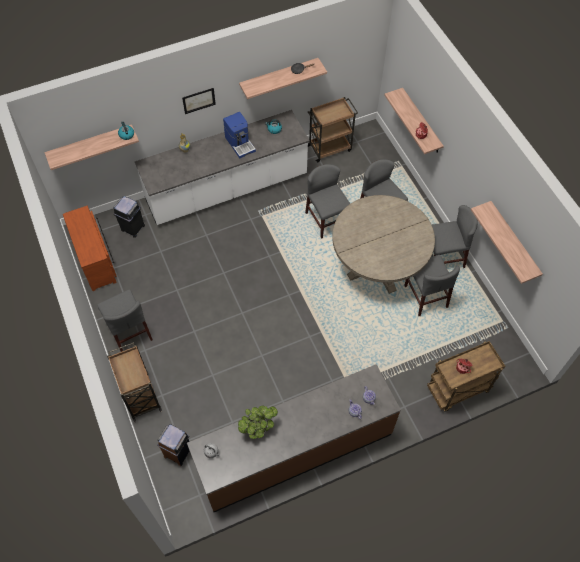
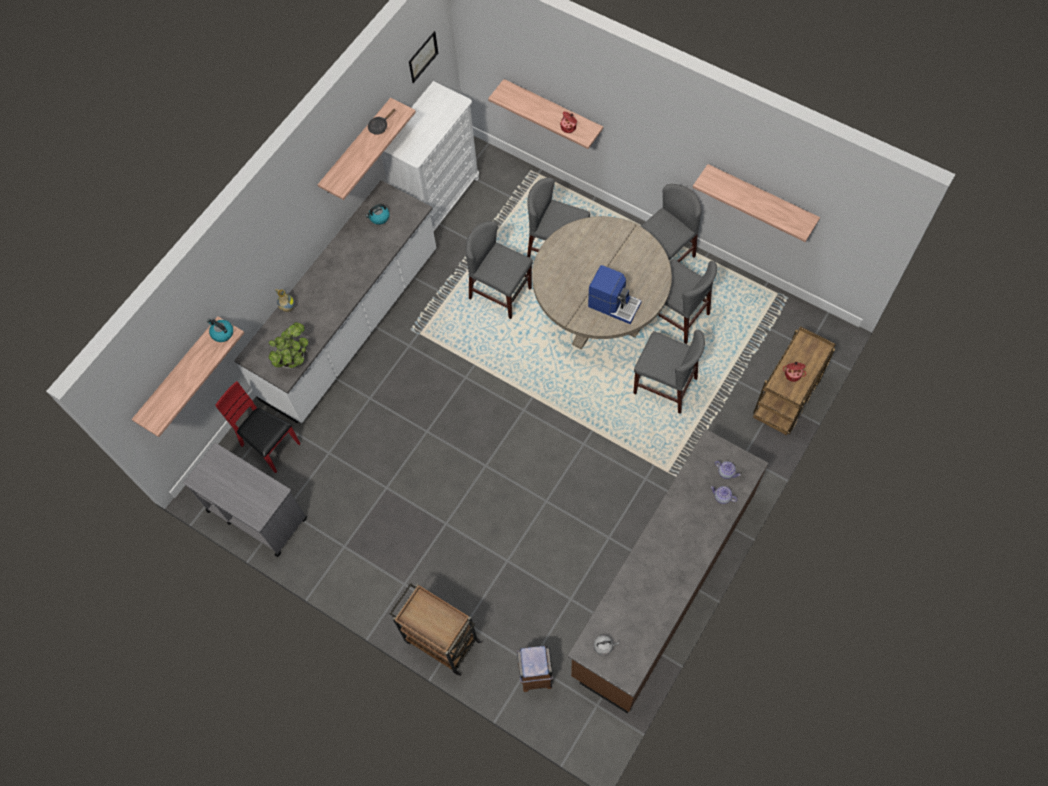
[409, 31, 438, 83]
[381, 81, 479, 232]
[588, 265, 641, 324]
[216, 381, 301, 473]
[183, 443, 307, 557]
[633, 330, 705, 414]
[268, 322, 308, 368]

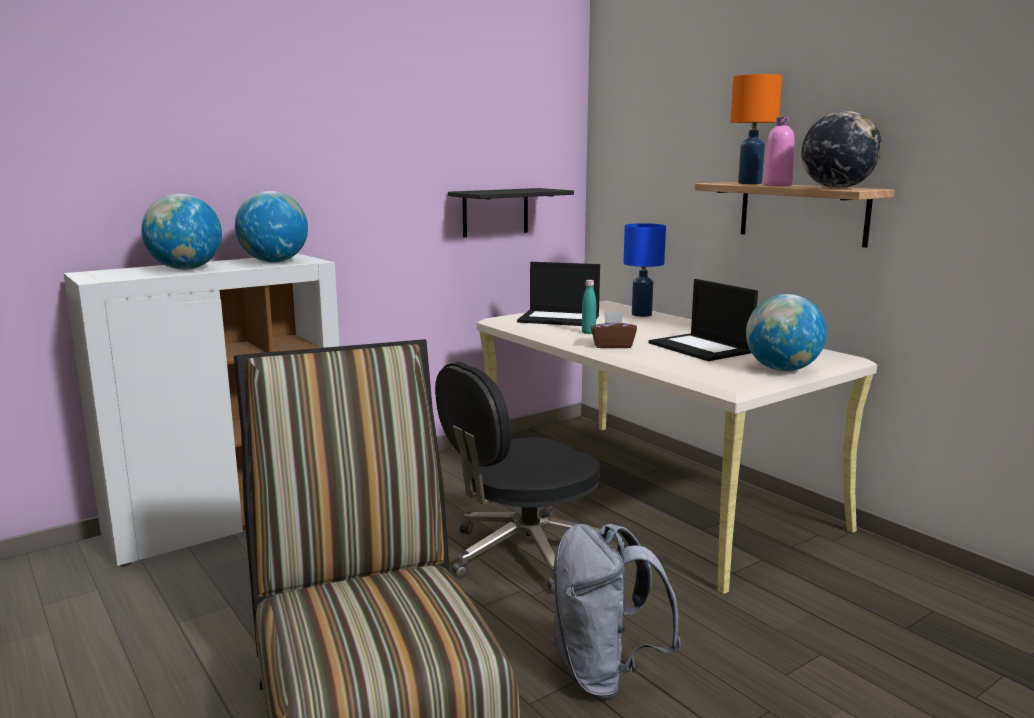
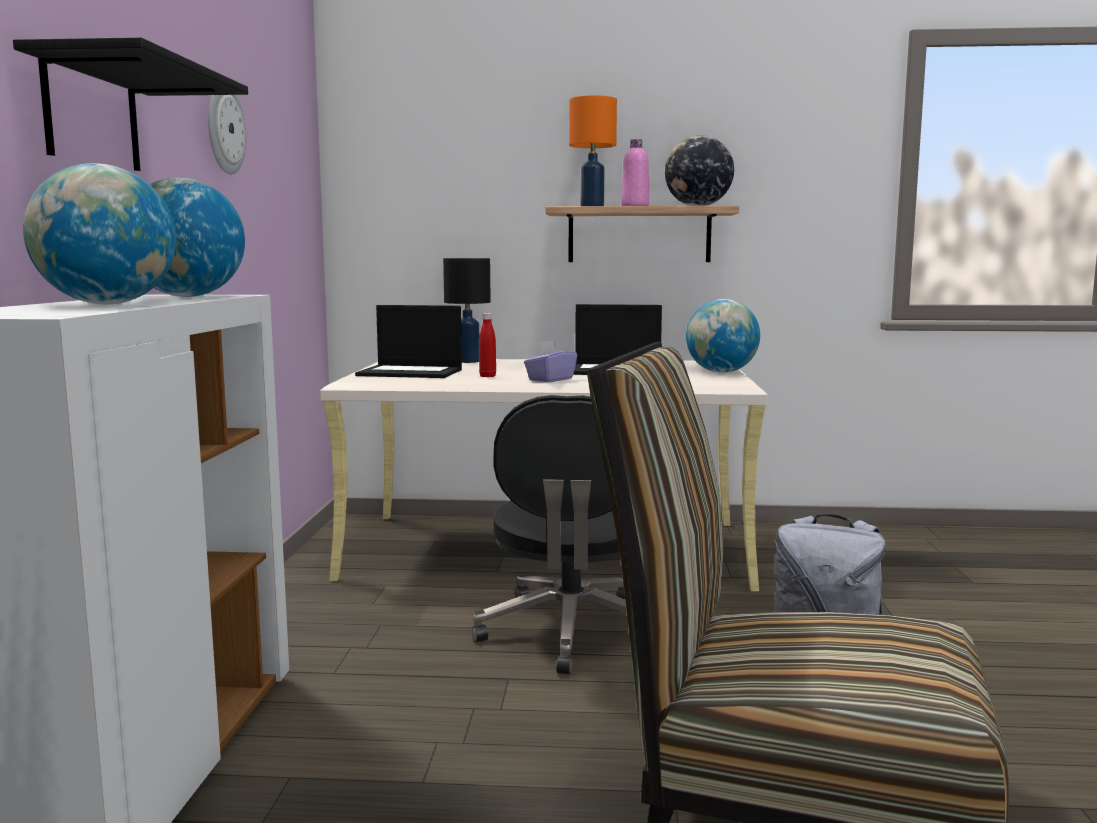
[13, 37, 248, 171]
[443, 258, 491, 363]
[355, 305, 462, 378]
[479, 313, 496, 377]
[524, 340, 577, 382]
[208, 95, 246, 174]

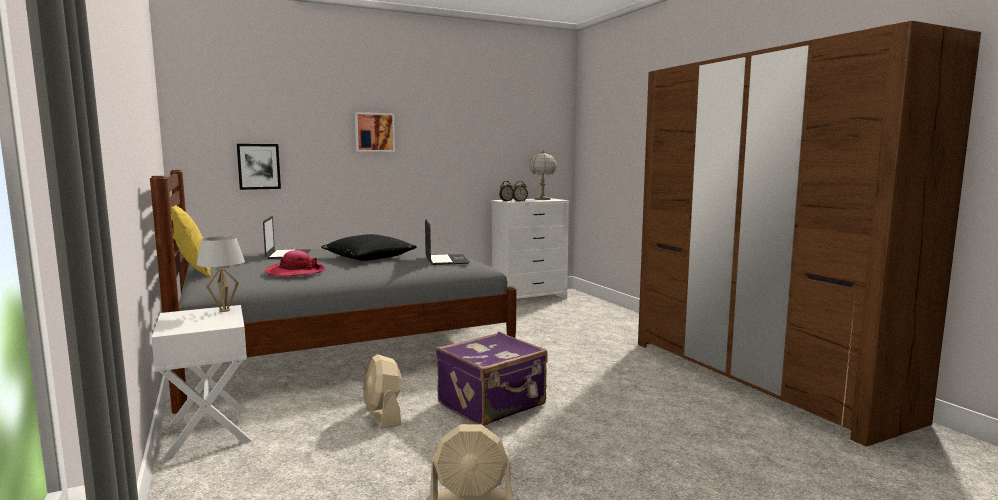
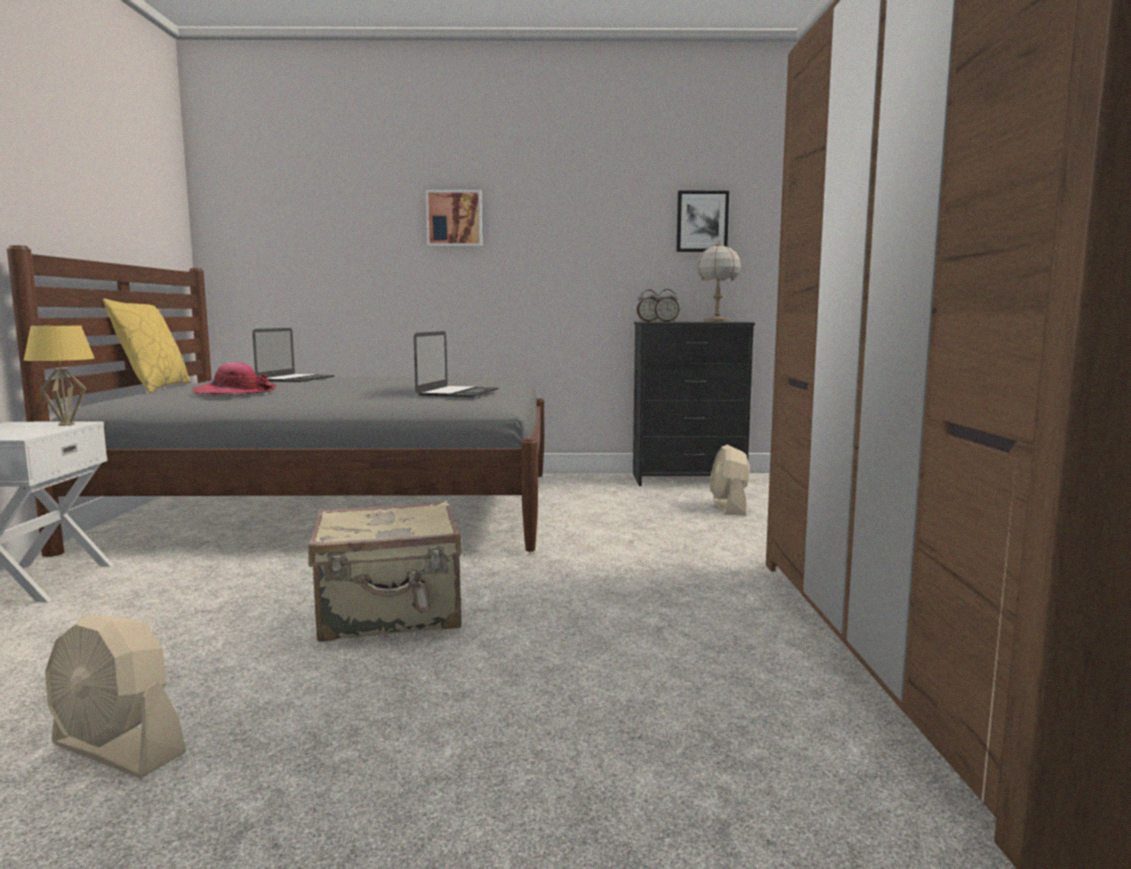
[677, 191, 729, 252]
[633, 322, 755, 486]
[321, 234, 417, 261] (first image)
[24, 325, 94, 426]
[308, 501, 461, 642]
[710, 445, 750, 515]

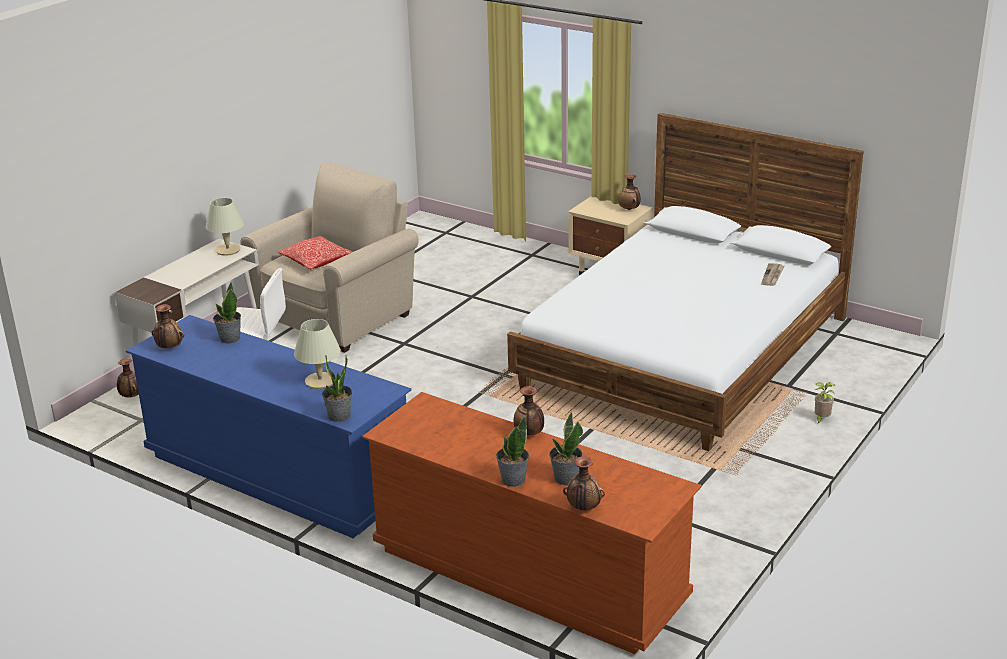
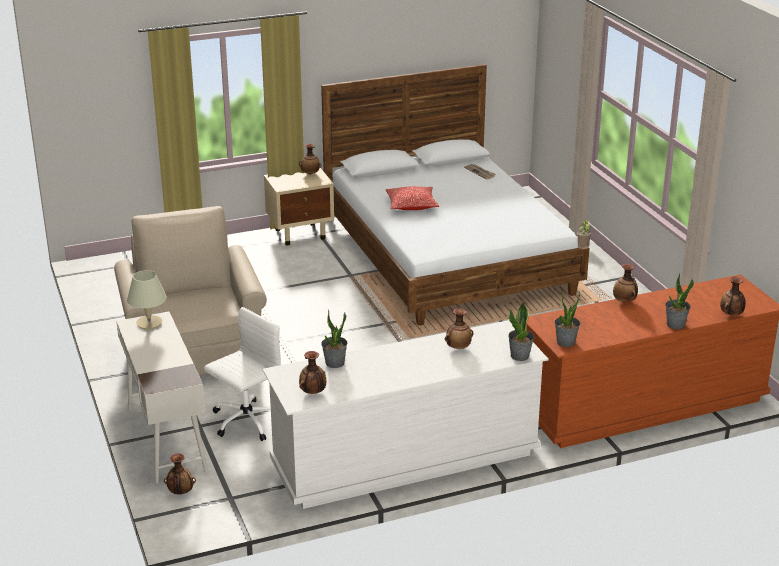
[386, 186, 439, 210]
[263, 320, 549, 509]
[445, 308, 473, 349]
[555, 291, 580, 347]

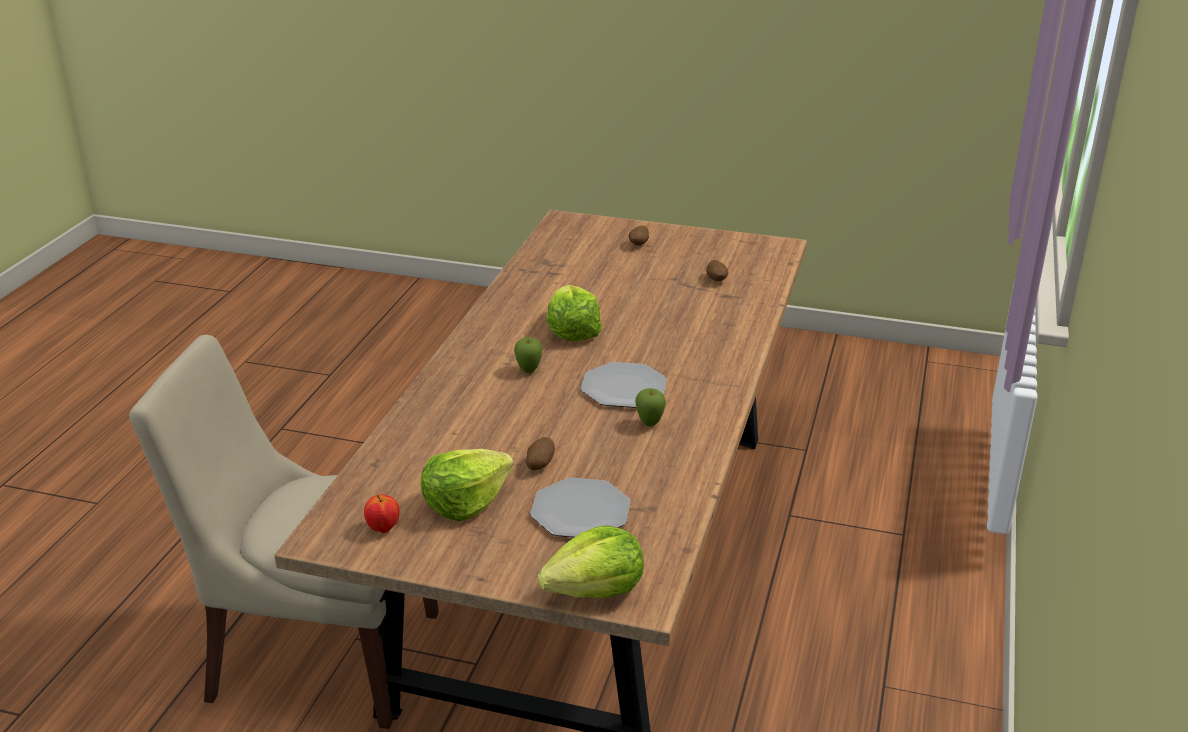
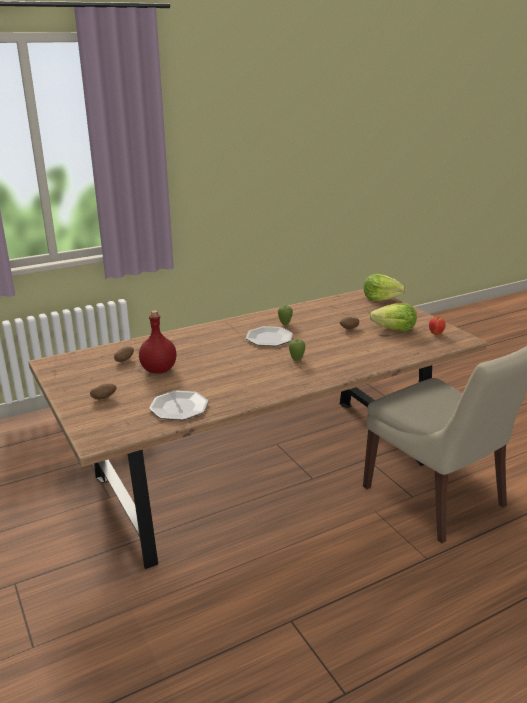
[546, 285, 602, 341] (first image)
[149, 390, 209, 420]
[139, 310, 176, 374]

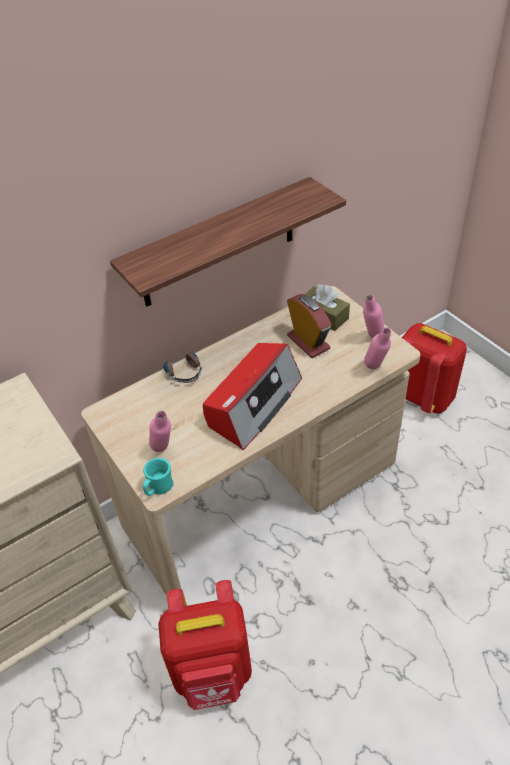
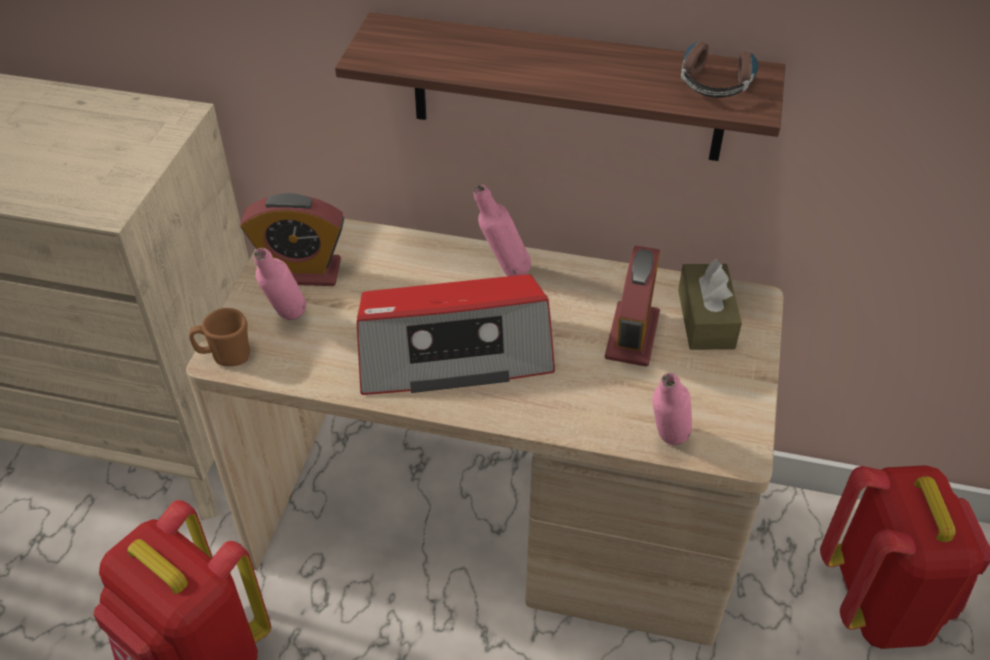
[474, 185, 531, 276]
[681, 41, 759, 98]
[189, 308, 250, 366]
[240, 193, 344, 286]

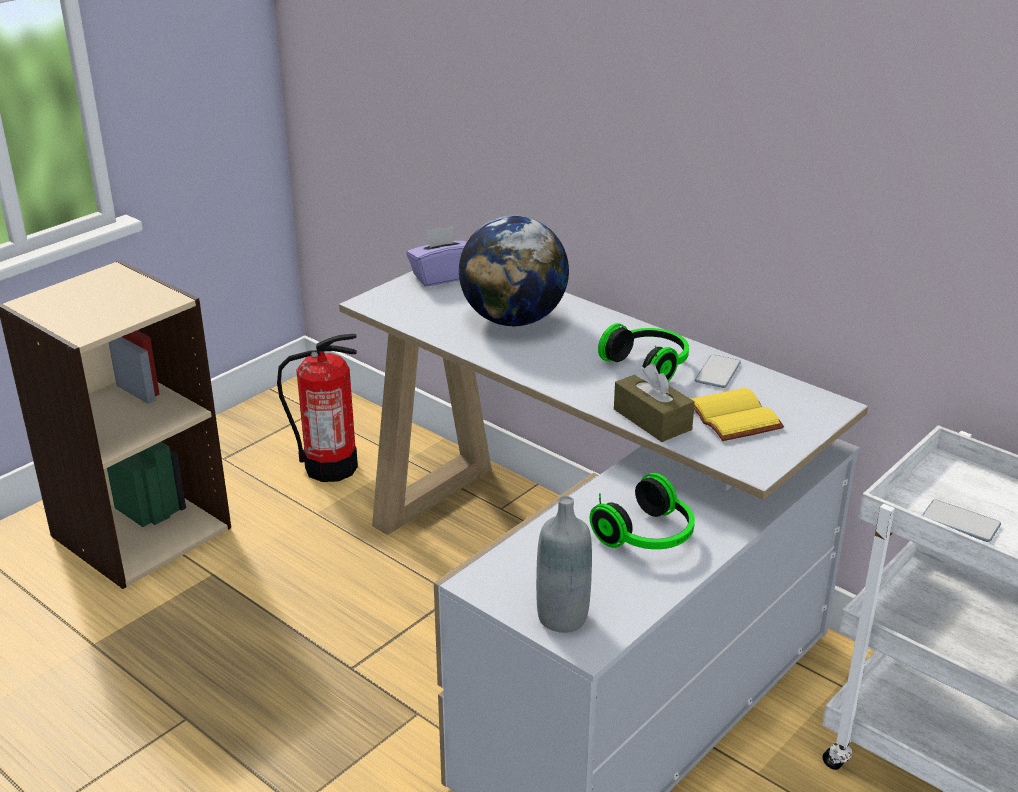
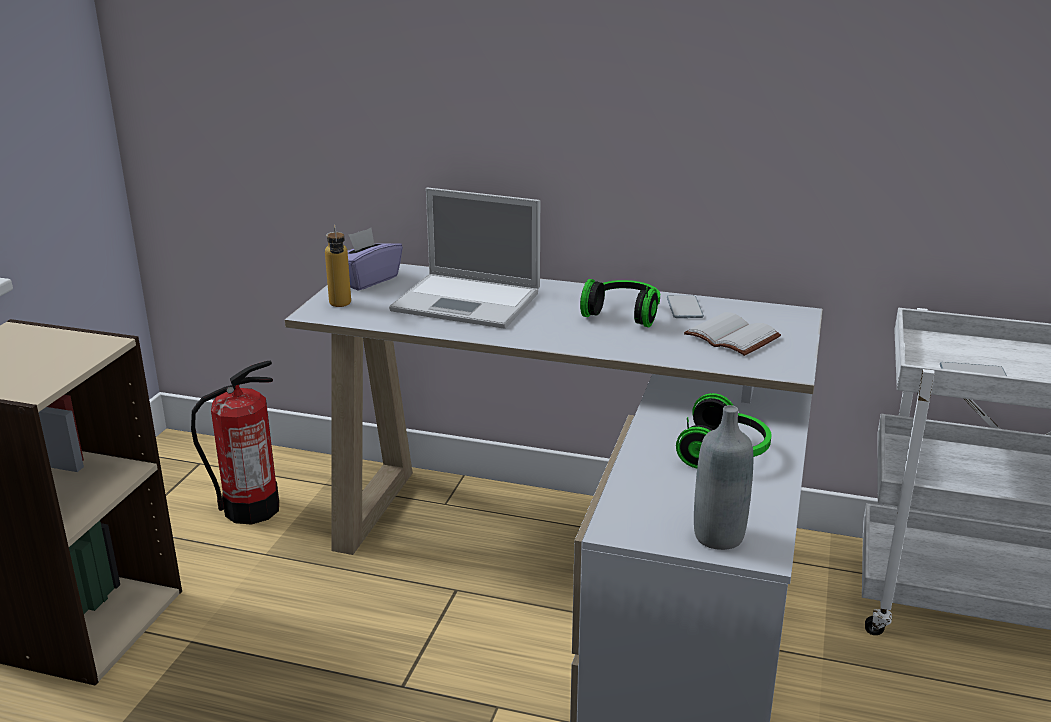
[389, 188, 540, 329]
[614, 363, 695, 442] (first image)
[684, 312, 781, 356]
[325, 225, 351, 307]

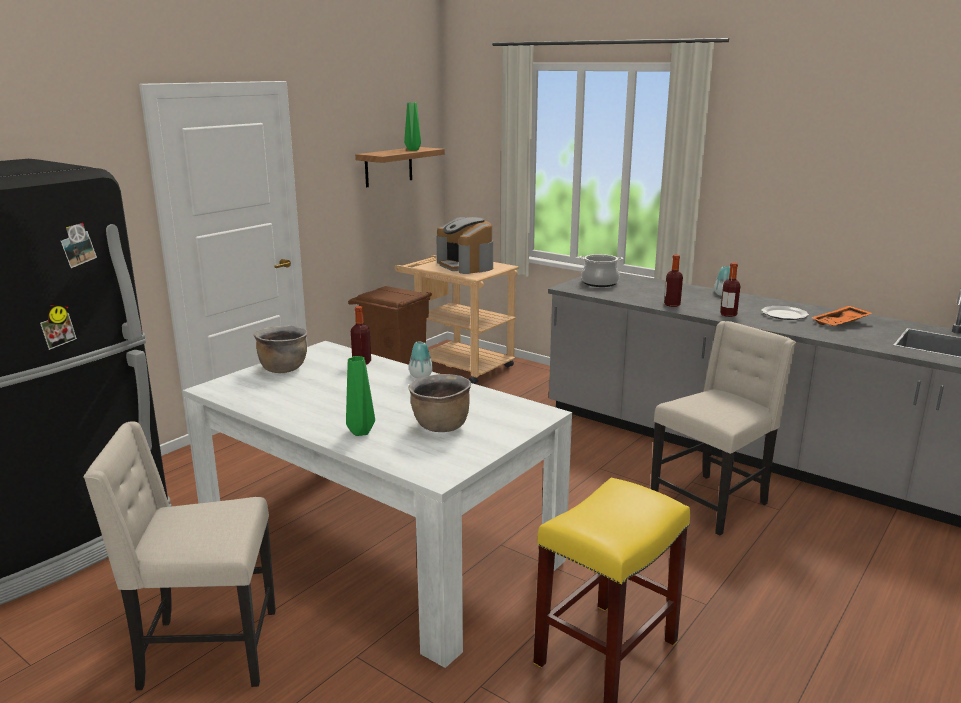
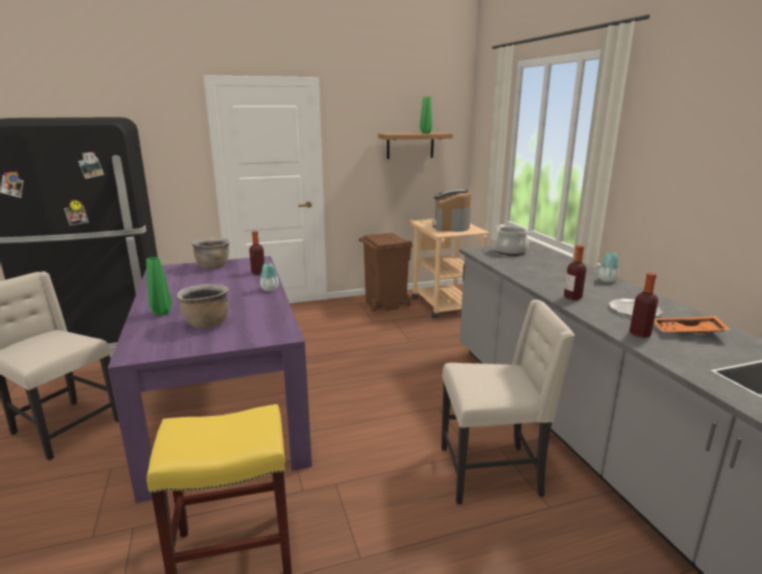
[629, 272, 658, 338]
[108, 256, 312, 503]

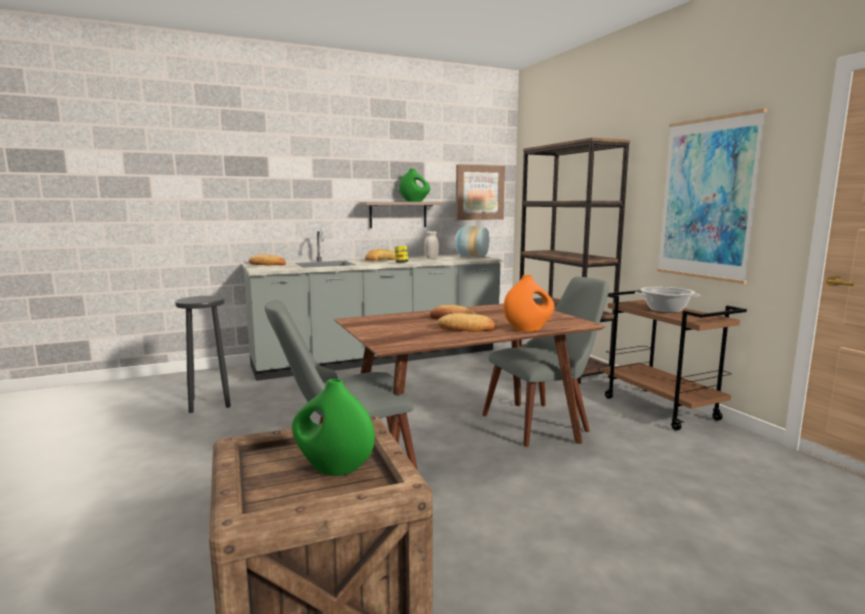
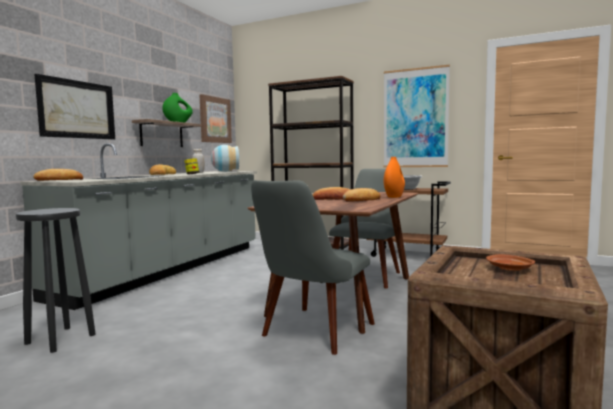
[486, 254, 535, 271]
[34, 74, 115, 139]

